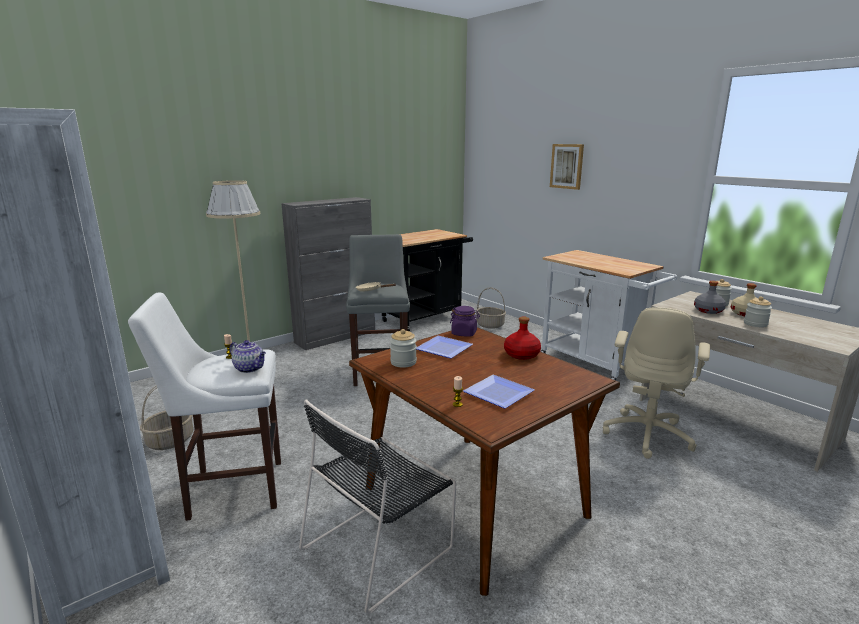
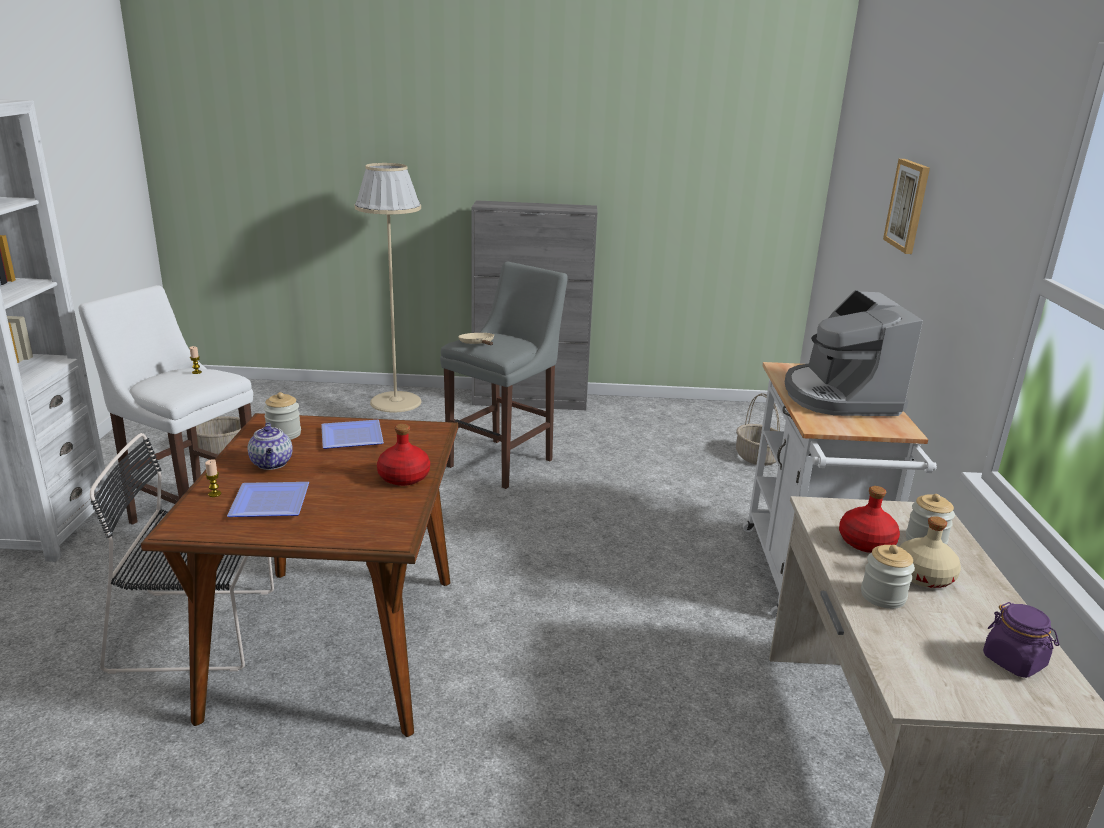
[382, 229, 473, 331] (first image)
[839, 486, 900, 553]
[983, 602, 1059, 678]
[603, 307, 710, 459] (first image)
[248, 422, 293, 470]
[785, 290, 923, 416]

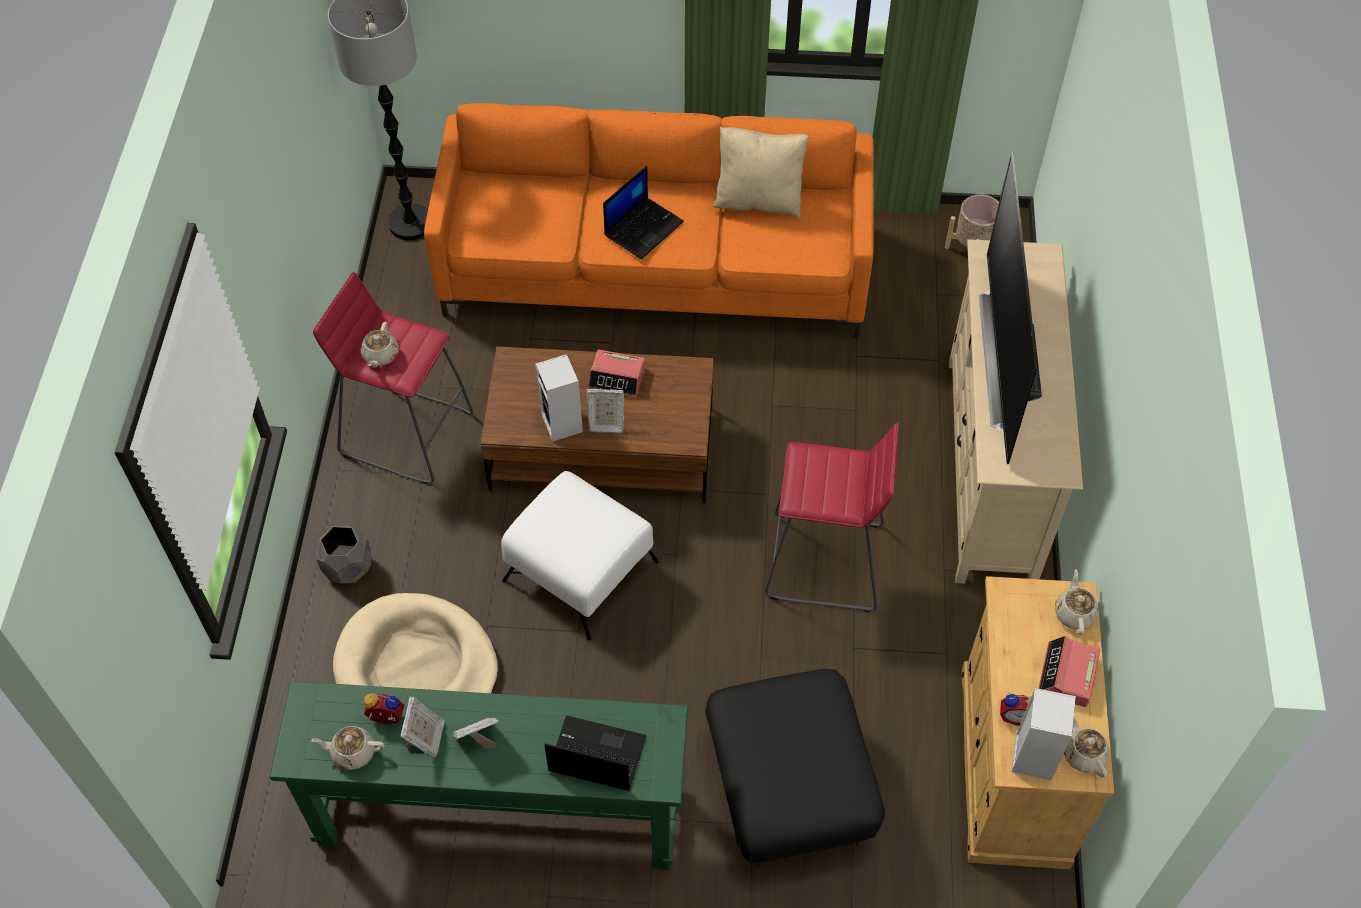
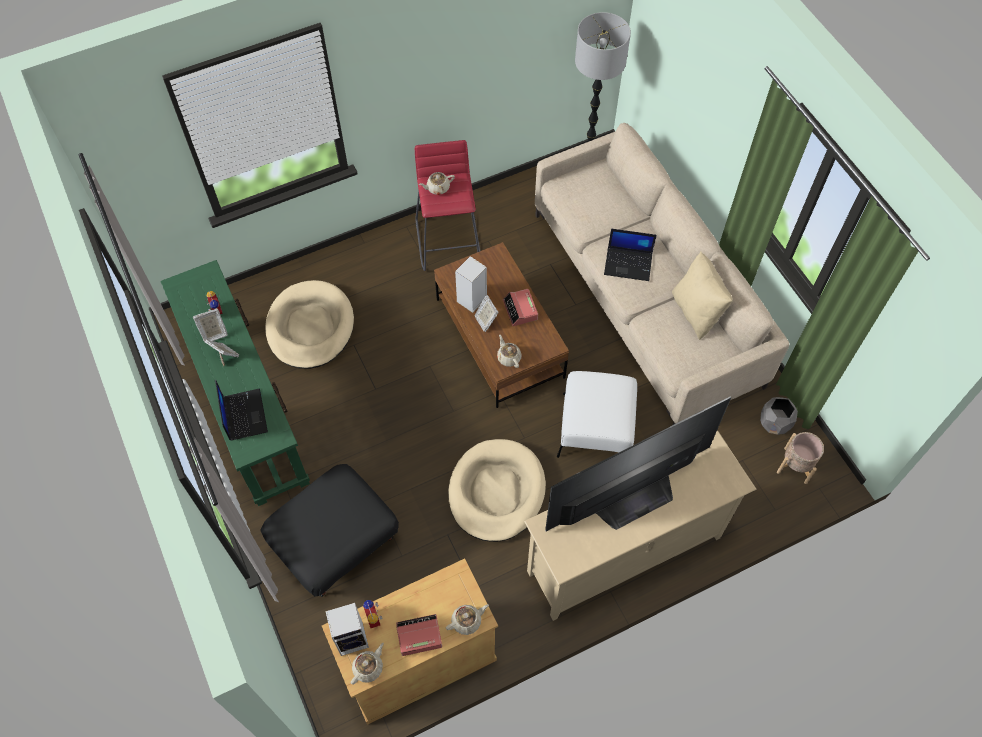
[535, 123, 790, 425]
[448, 439, 546, 542]
[557, 371, 637, 458]
[760, 397, 798, 435]
[497, 335, 522, 368]

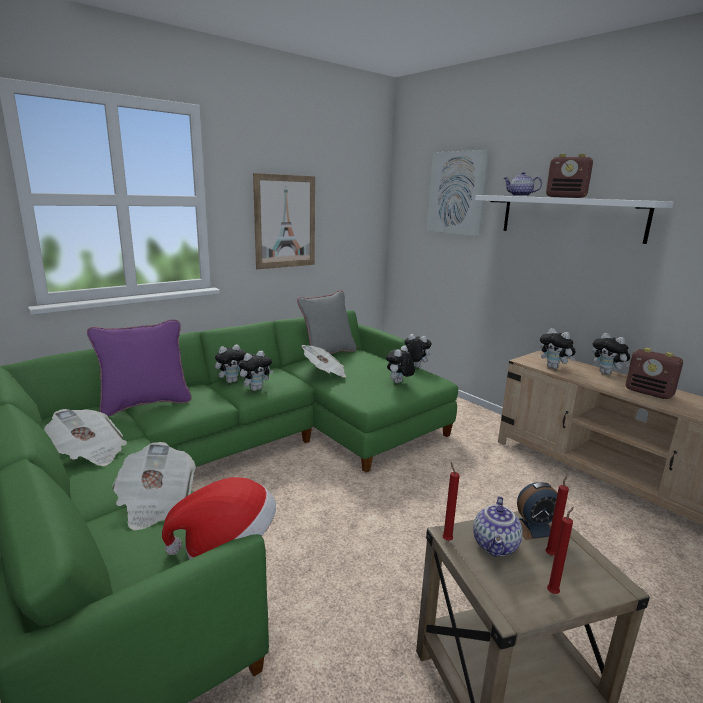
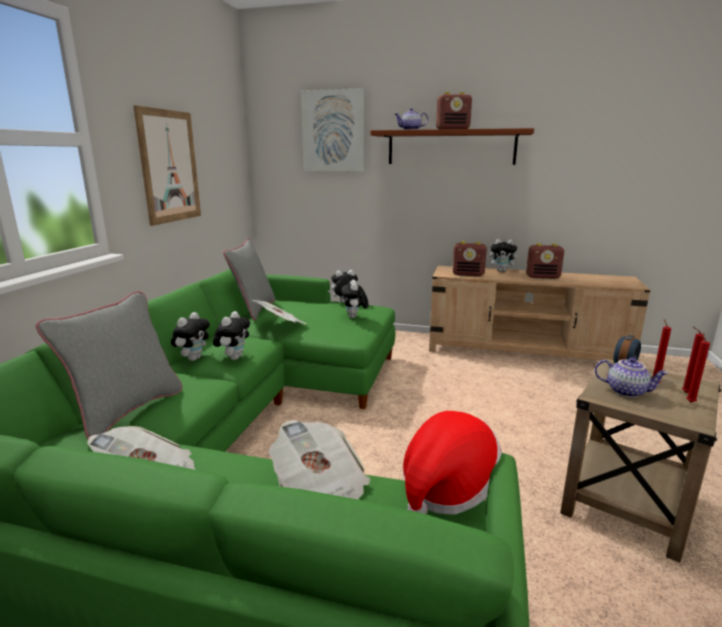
[371, 128, 534, 165]
[35, 291, 182, 439]
[452, 241, 487, 276]
[682, 326, 704, 393]
[595, 357, 669, 397]

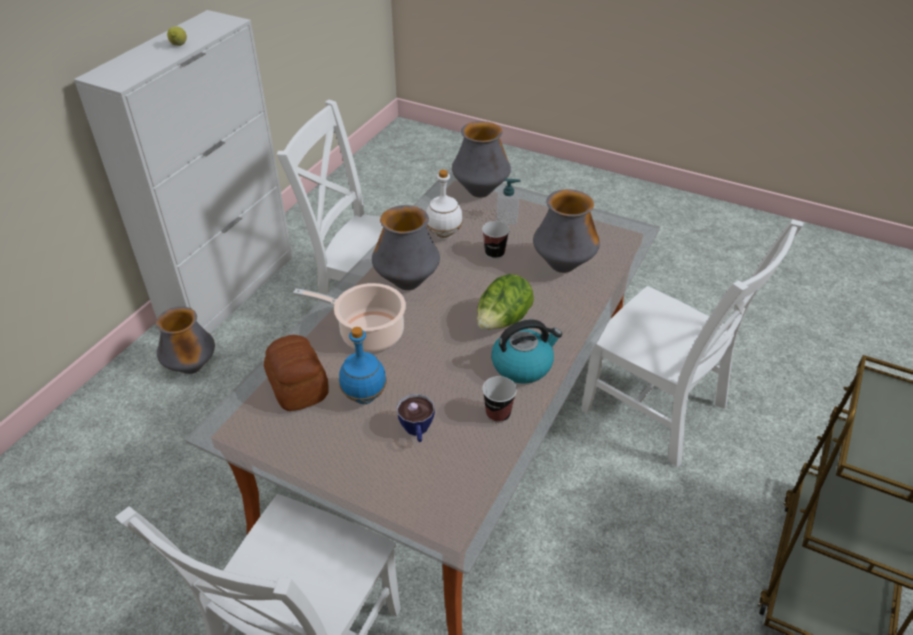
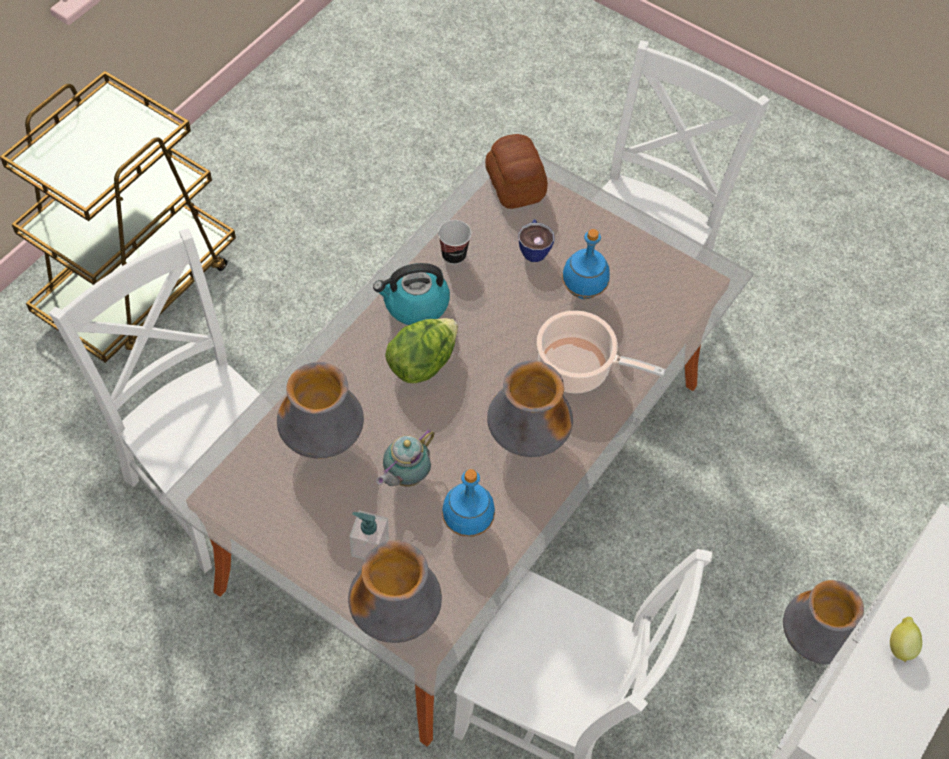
[442, 469, 495, 537]
[376, 429, 434, 487]
[485, 134, 548, 209]

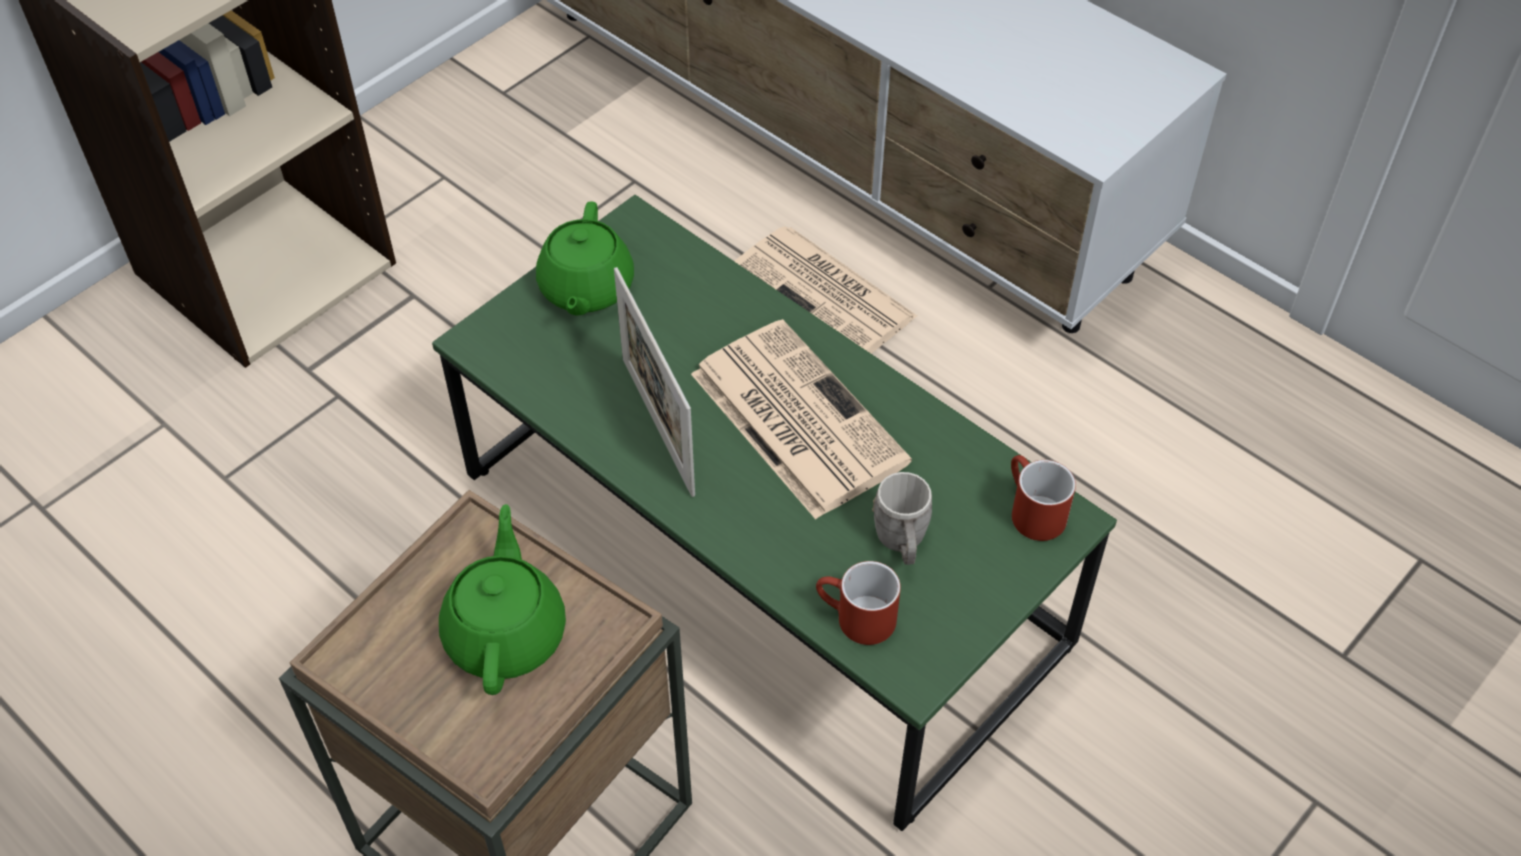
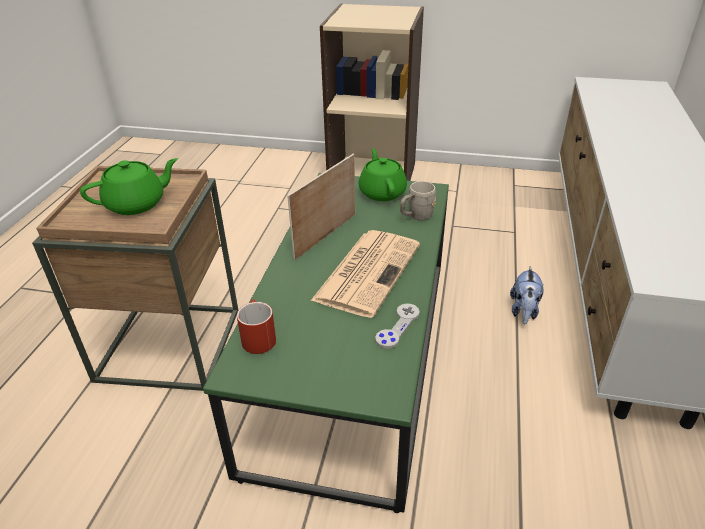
[358, 148, 407, 201]
[510, 266, 544, 325]
[1011, 455, 1076, 541] (first image)
[400, 181, 436, 220]
[375, 304, 420, 348]

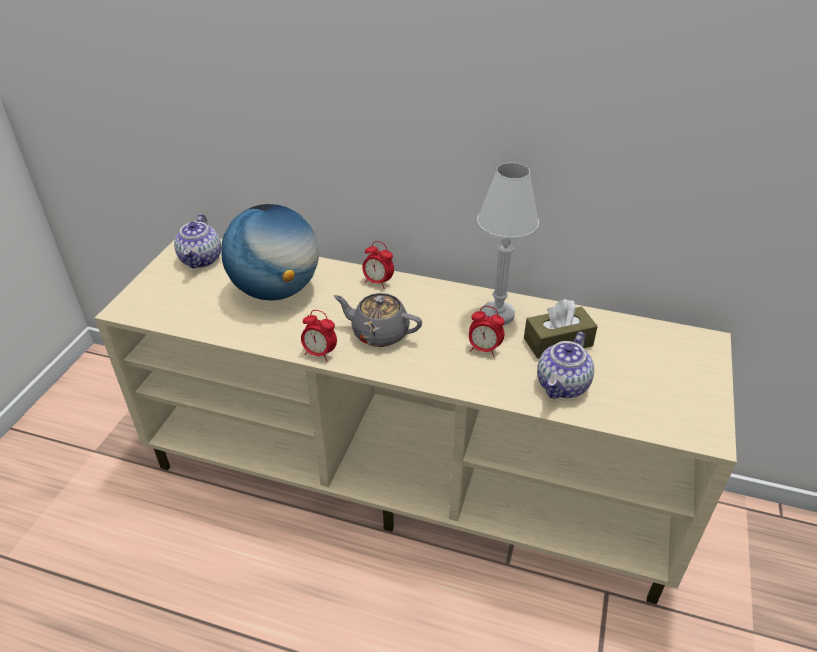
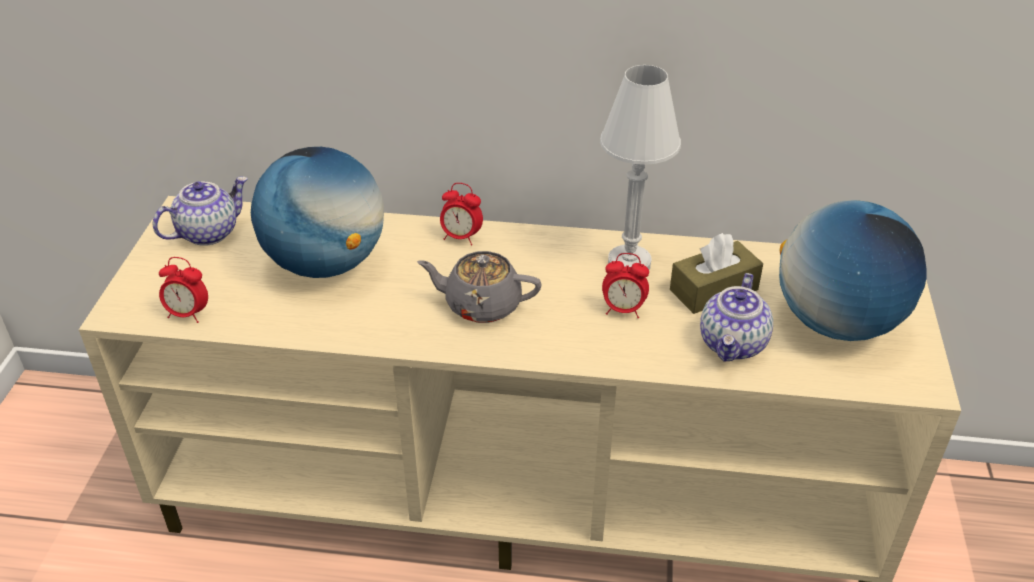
[153, 176, 248, 246]
[159, 257, 208, 323]
[779, 200, 927, 341]

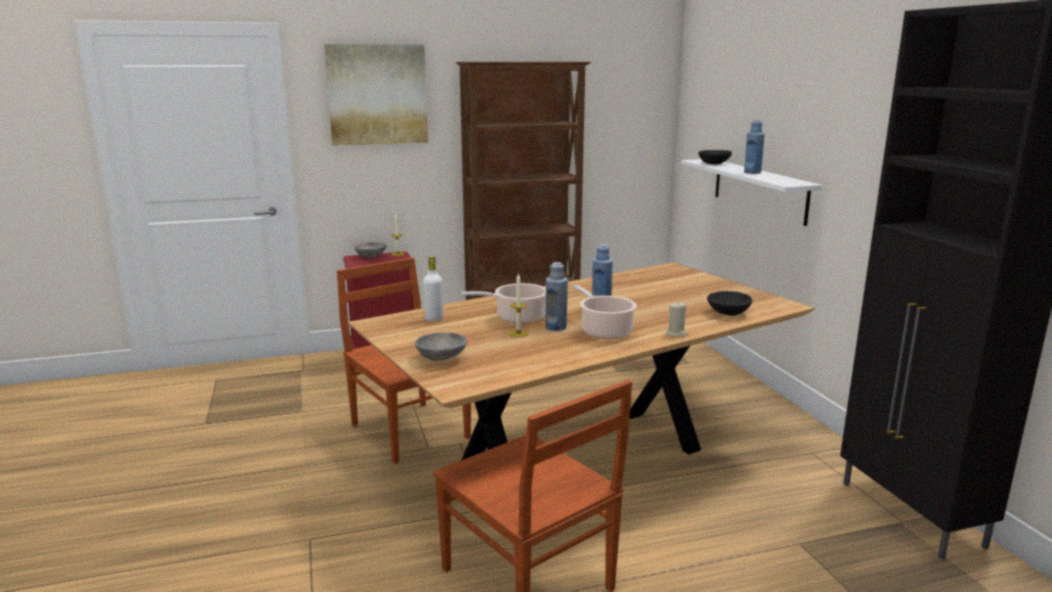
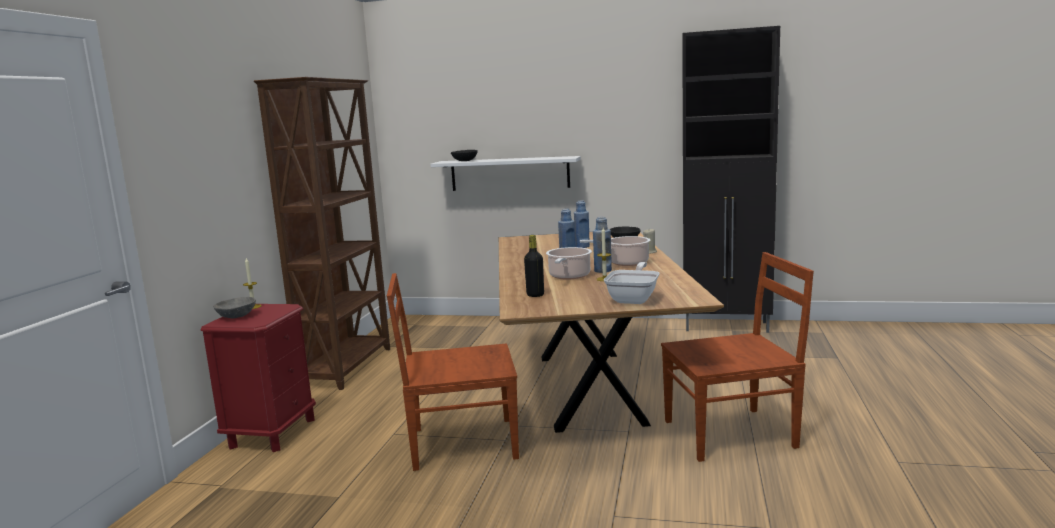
[324, 44, 428, 146] (first image)
[574, 200, 590, 248]
[524, 235, 544, 297]
[604, 262, 660, 304]

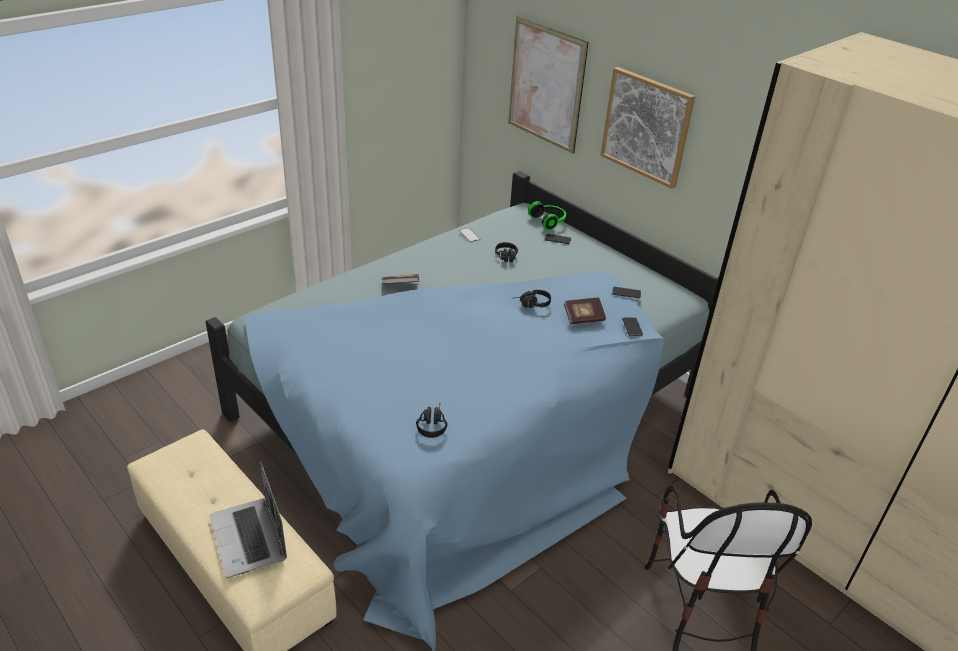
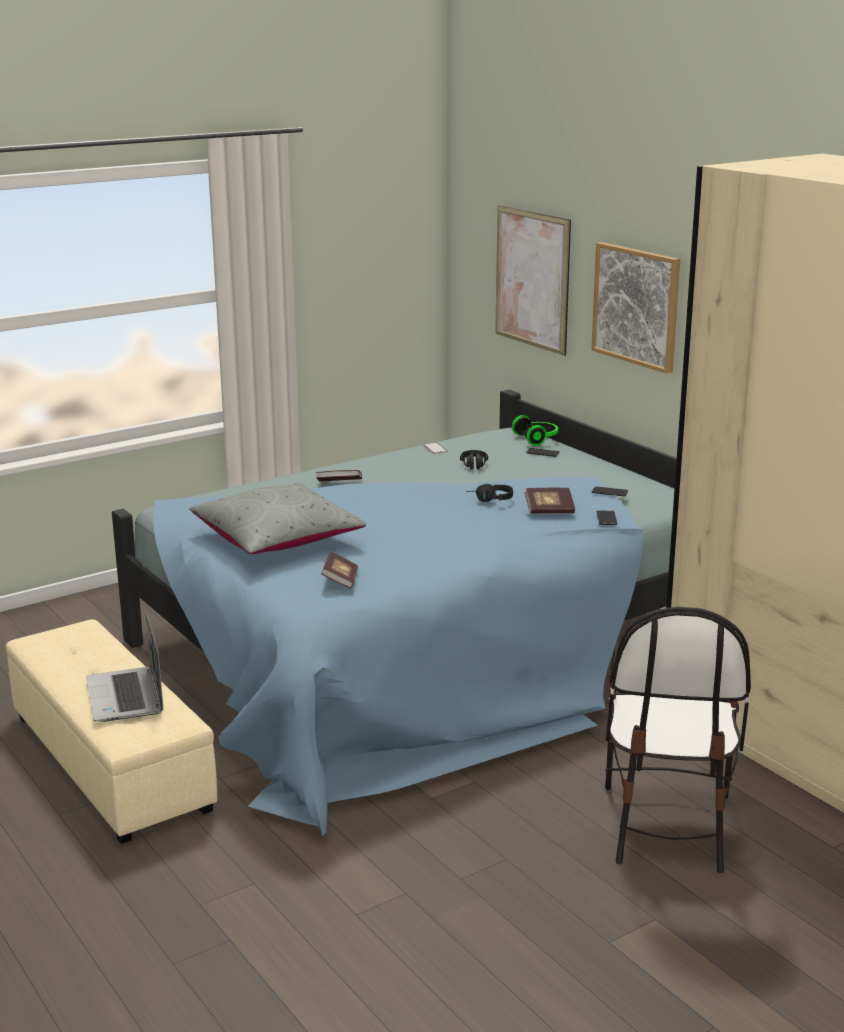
[321, 551, 358, 589]
[189, 483, 366, 554]

